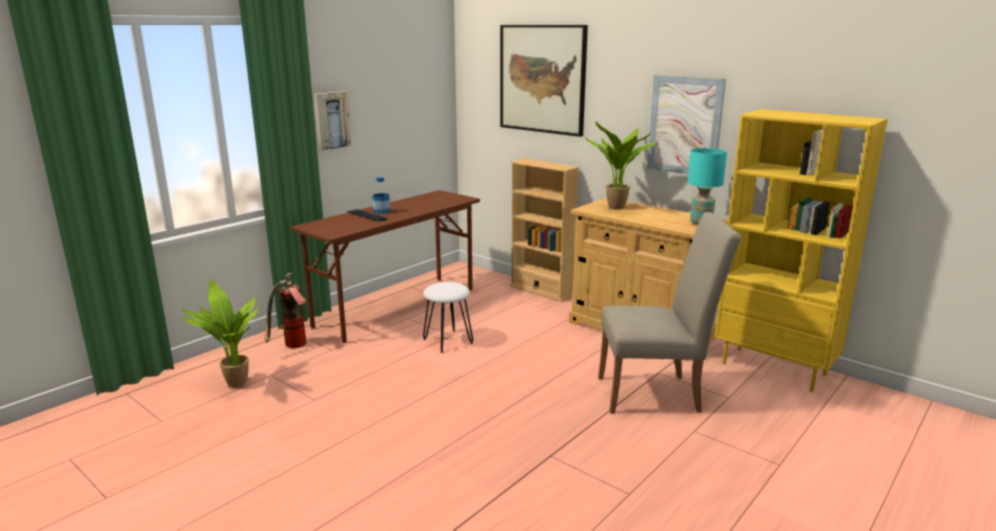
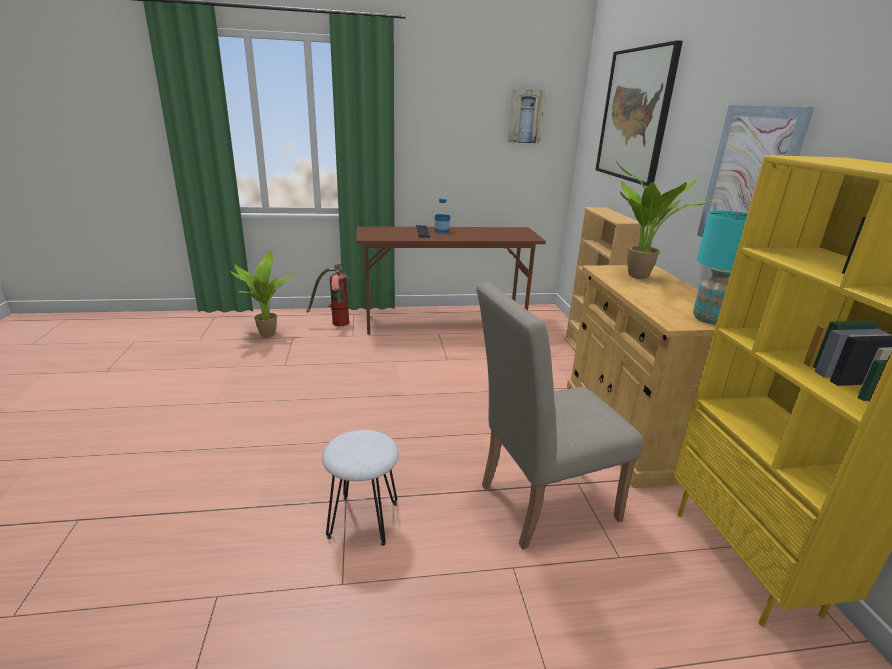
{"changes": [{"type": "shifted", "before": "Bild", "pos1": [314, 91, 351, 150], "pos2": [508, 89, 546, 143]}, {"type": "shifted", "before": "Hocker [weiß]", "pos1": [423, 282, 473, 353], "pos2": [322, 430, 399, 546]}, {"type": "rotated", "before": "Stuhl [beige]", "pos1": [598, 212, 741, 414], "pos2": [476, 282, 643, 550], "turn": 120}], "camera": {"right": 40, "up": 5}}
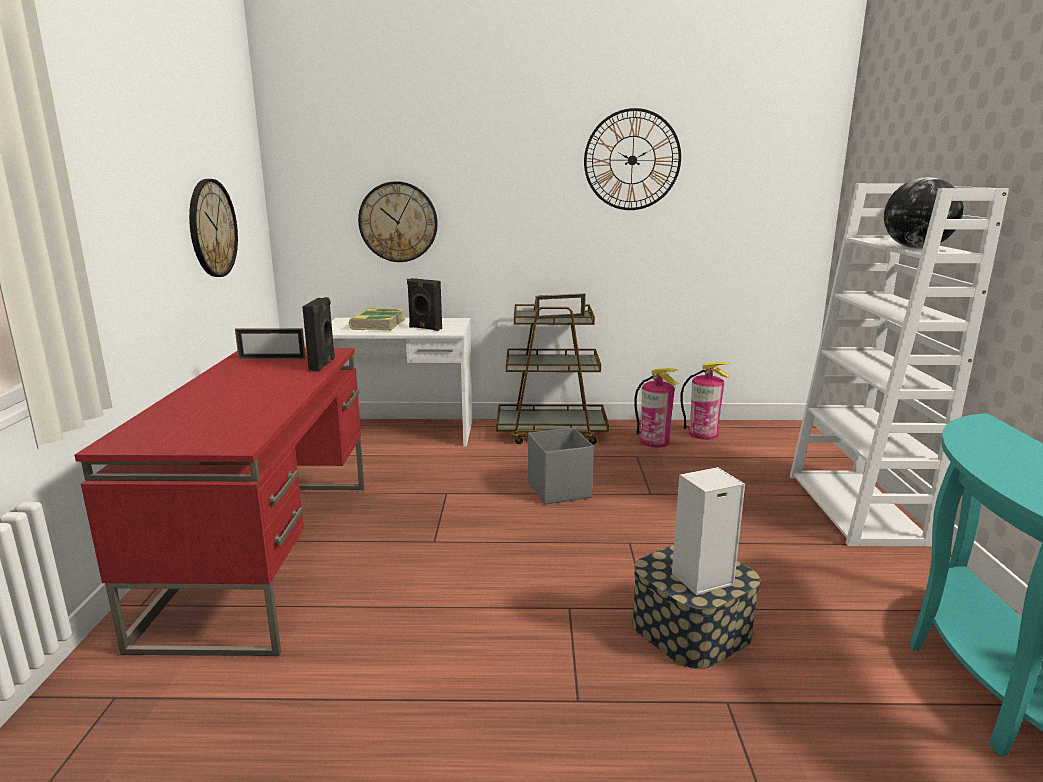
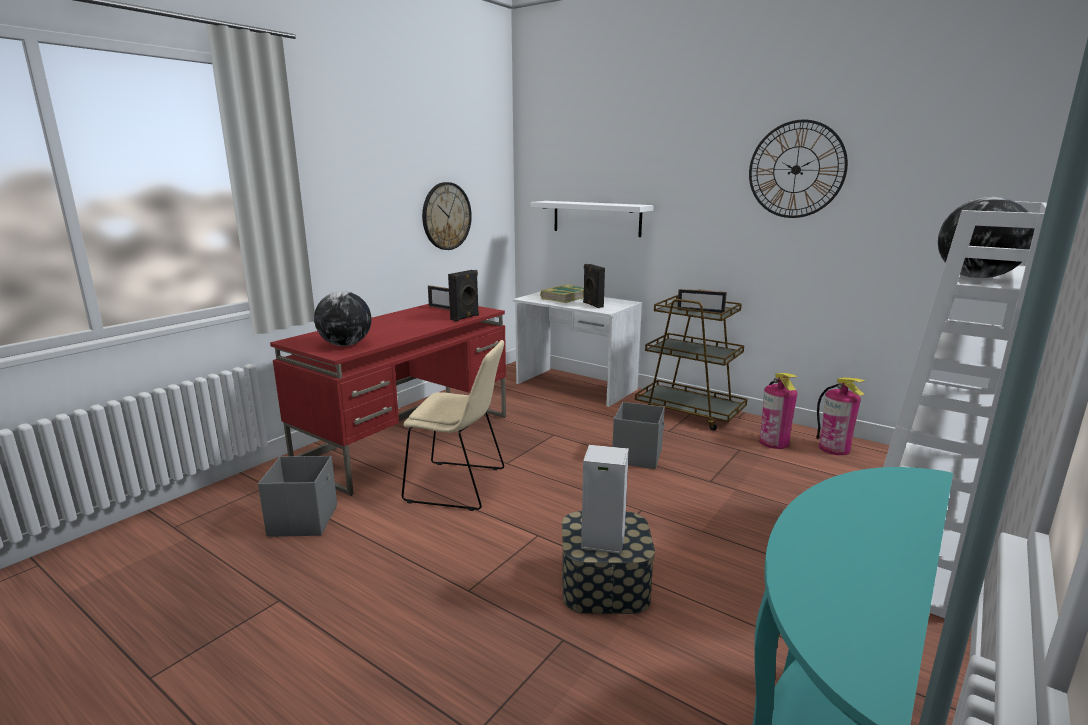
{"changes": [{"type": "swapped", "before": "Wanduhr", "after": "Wandregal [weiß]", "pos1": [358, 181, 438, 262], "pos2": [531, 201, 654, 237]}, {"type": "new", "after": "Aufbewahrungsbox [grau]", "pos2": [258, 456, 337, 537]}, {"type": "new", "after": "Globus", "pos2": [314, 291, 371, 346]}, {"type": "new", "after": "Stuhl [beige]", "pos2": [402, 340, 504, 511]}], "camera": {"right": 35, "up": 0}}
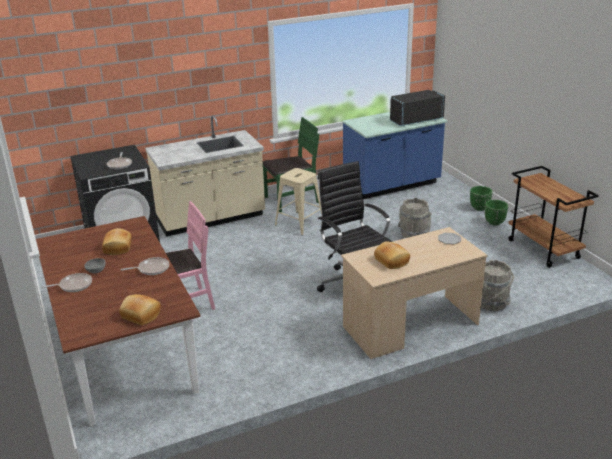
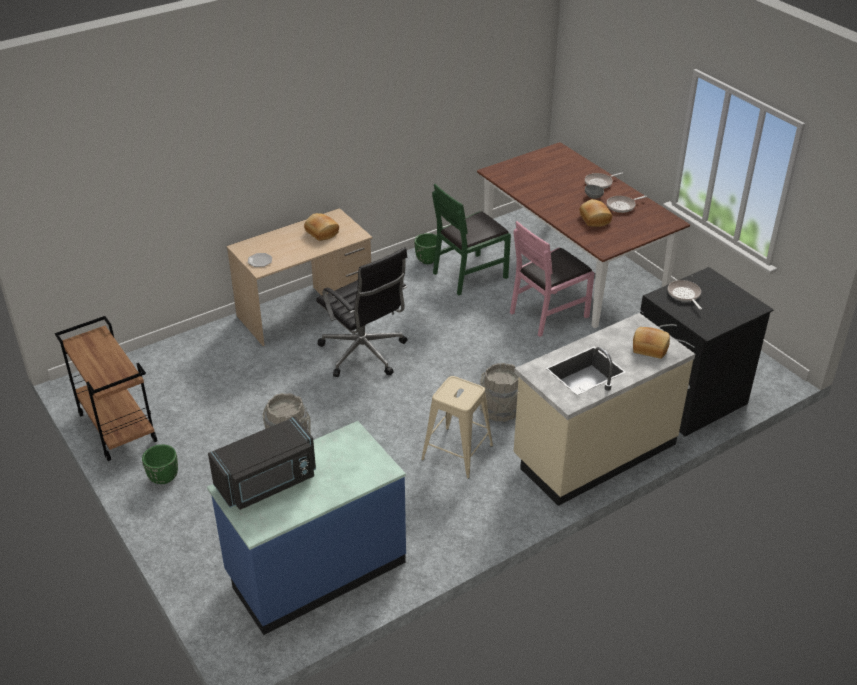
{"changes": [{"type": "shifted", "before": "Brot", "pos1": [119, 294, 161, 325], "pos2": [633, 327, 670, 359]}, {"type": "shifted", "before": "Pfanne", "pos1": [121, 257, 169, 275], "pos2": [607, 196, 647, 213]}, {"type": "shifted", "before": "Stuhl [grün]", "pos1": [262, 117, 319, 212], "pos2": [432, 184, 511, 295]}, {"type": "shifted", "before": "Pflanzkübel [grün]", "pos1": [470, 186, 492, 211], "pos2": [414, 233, 437, 264]}, {"type": "shifted", "before": "Eimer [grau]", "pos1": [481, 260, 514, 311], "pos2": [480, 363, 519, 422]}], "camera": {"right": 170, "up": 10}}
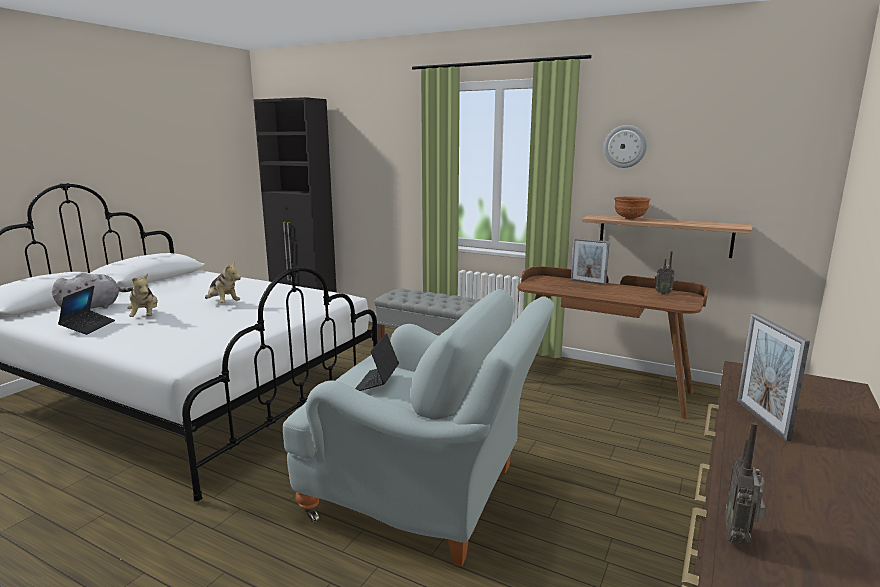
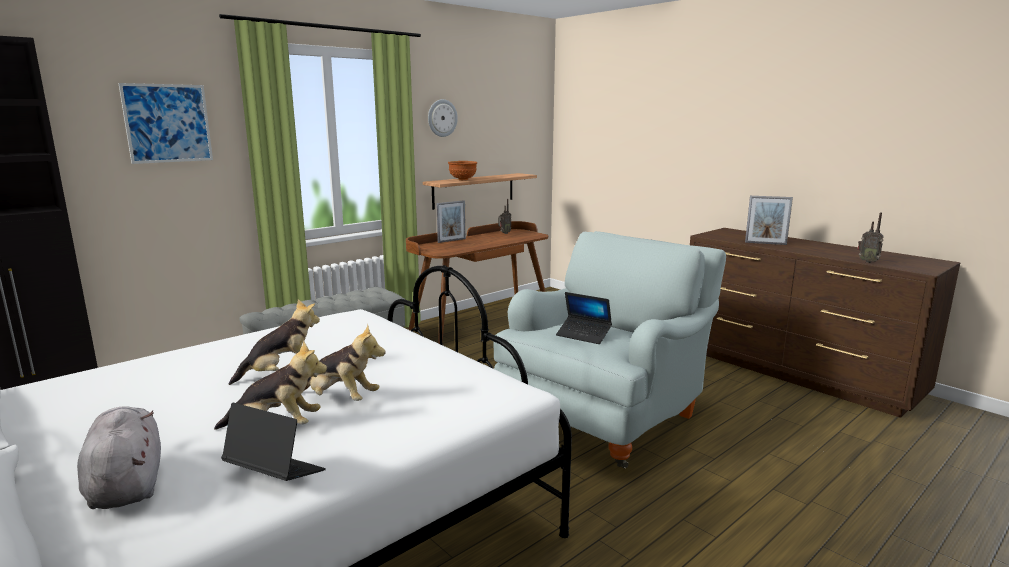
{"changes": [{"type": "new", "after": "Bild", "pos2": [118, 83, 213, 164]}, {"type": "new", "after": "Plüschtier", "pos2": [304, 324, 386, 401]}], "camera": {"right": -70, "up": 0}}
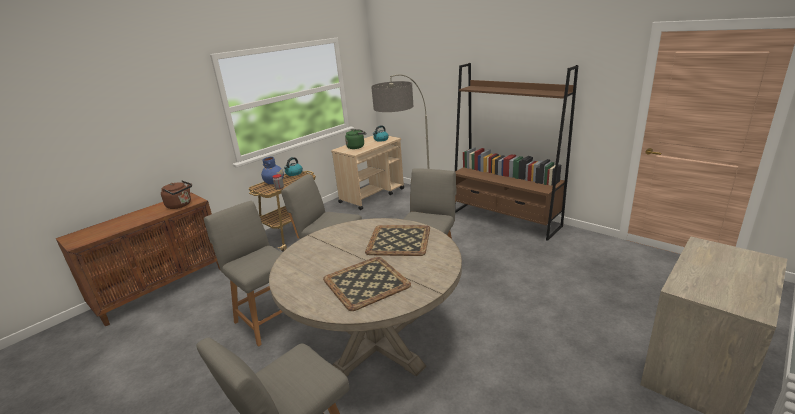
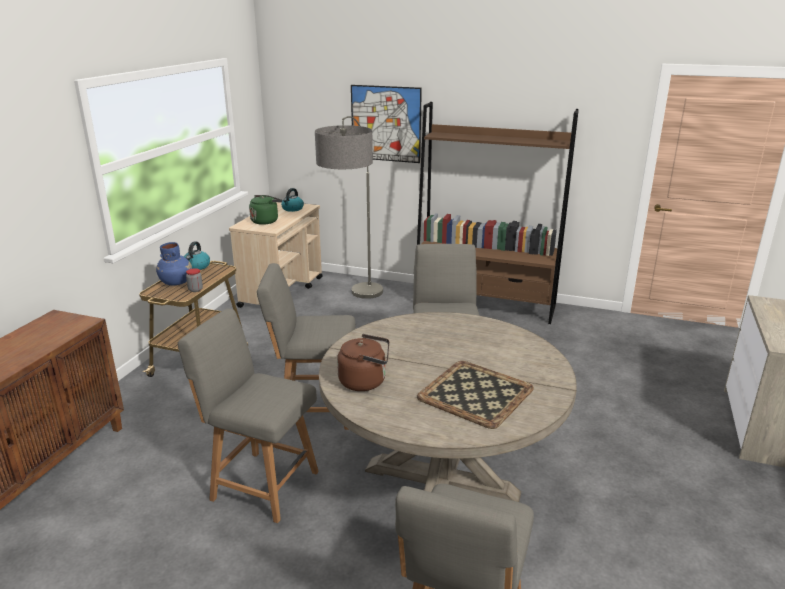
{"changes": [{"type": "shifted", "before": "Wasserkessel [braun]", "pos1": [161, 180, 192, 209], "pos2": [337, 334, 389, 391]}, {"type": "gone", "before": "Tablett", "pos1": [365, 225, 430, 256]}, {"type": "new", "after": "Bild", "pos2": [351, 85, 422, 163]}], "camera": {"right": -25, "up": 0}}
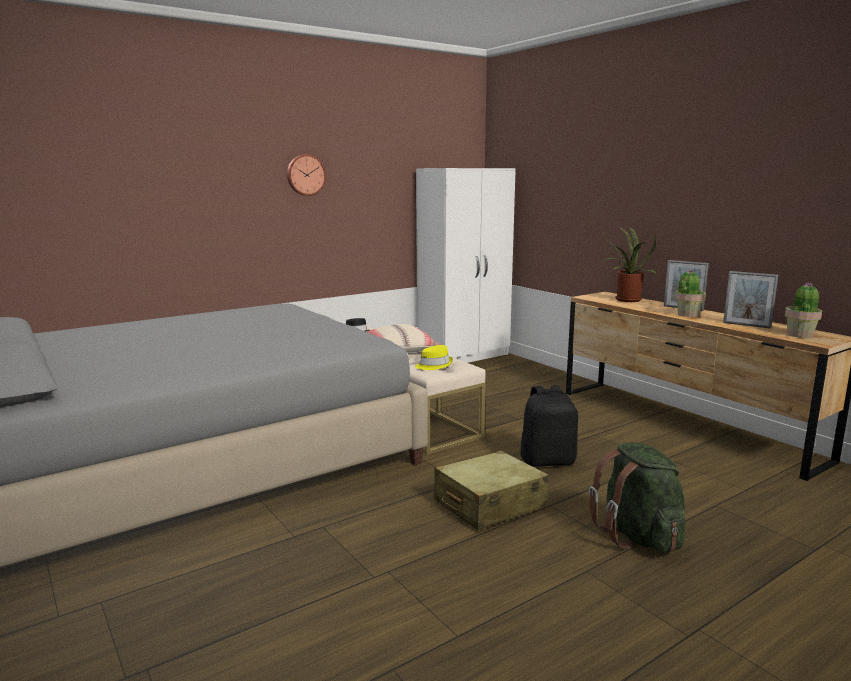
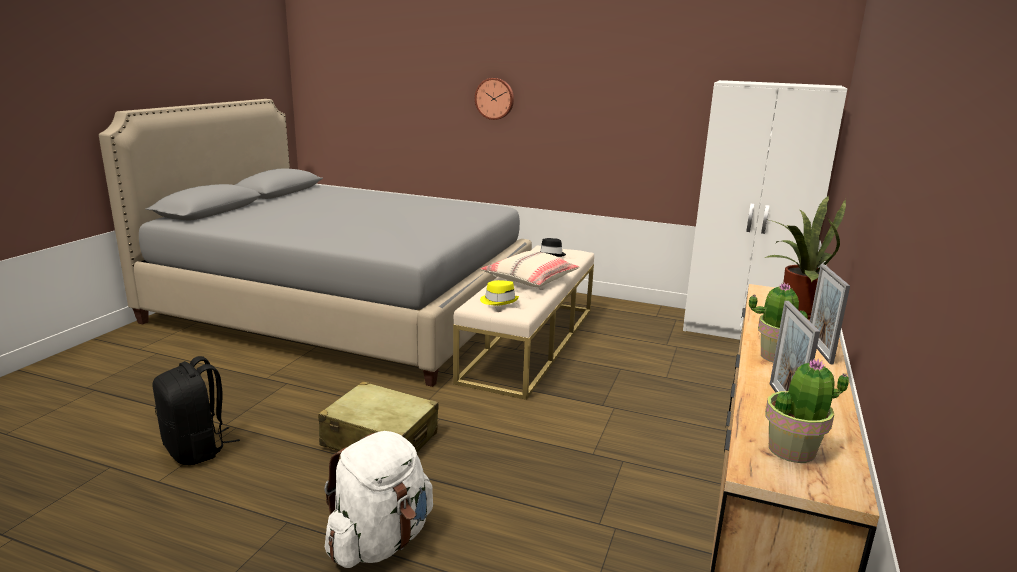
{"changes": [{"type": "shifted", "before": "Wanduhr", "pos1": [287, 154, 326, 196], "pos2": [475, 78, 514, 120]}, {"type": "shifted", "before": "Rucksack [schwarz]", "pos1": [520, 385, 578, 467], "pos2": [152, 356, 240, 465]}, {"type": "repainted", "before": "Rucksack [grün]", "after": "Rucksack [weiß]", "pos1": [589, 442, 686, 552], "pos2": [324, 431, 433, 568]}], "camera": {"right": 55, "up": 5}}
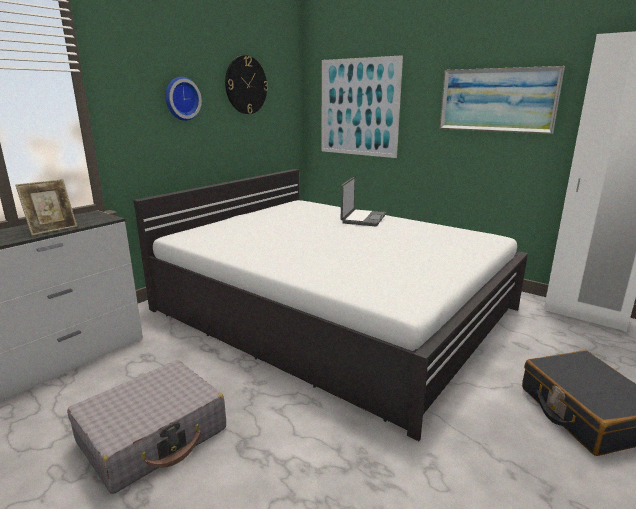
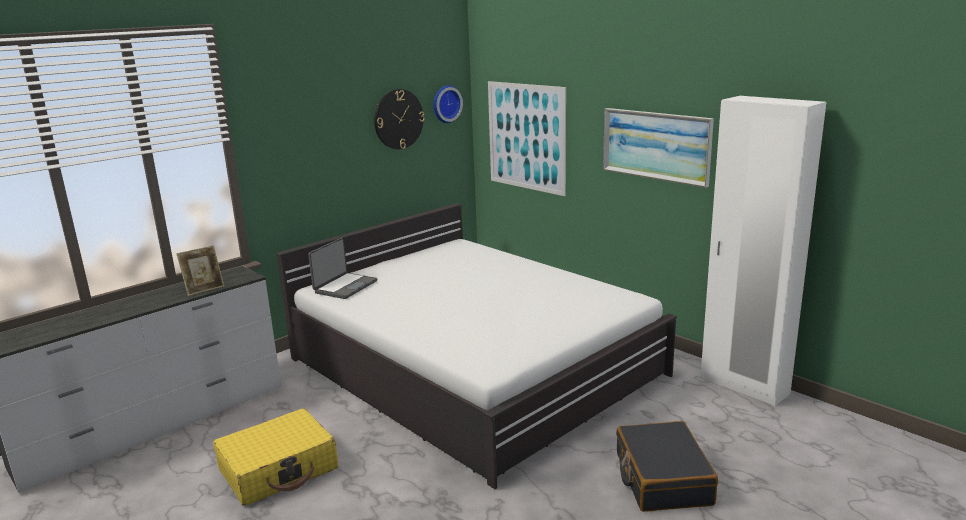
{"changes": [{"type": "repainted", "before": "Koffer [grau]", "after": "Koffer [gelb]", "pos1": [67, 360, 226, 494], "pos2": [213, 409, 338, 506]}, {"type": "shifted", "before": "Wanduhr", "pos1": [165, 77, 202, 121], "pos2": [433, 85, 463, 123]}, {"type": "shifted", "before": "Laptop", "pos1": [341, 177, 386, 226], "pos2": [308, 238, 377, 299]}], "camera": {"right": 10, "up": 0}}
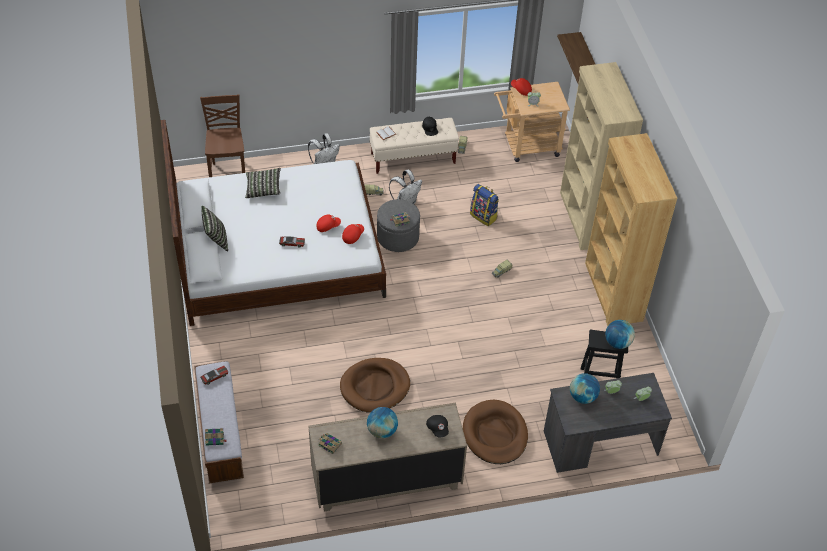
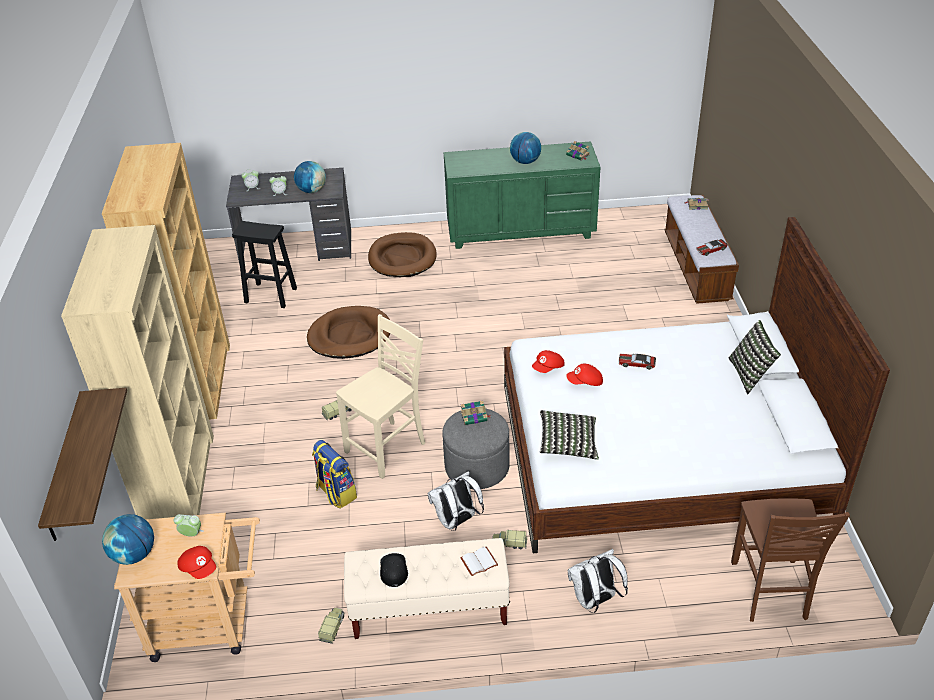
{"changes": [{"type": "shifted", "before": "Kissen", "pos1": [245, 168, 281, 198], "pos2": [540, 410, 599, 460]}, {"type": "repainted", "before": "Kommode [beige]", "after": "Kommode [grün]", "pos1": [308, 403, 467, 512], "pos2": [444, 141, 600, 249]}, {"type": "shifted", "before": "Hundebett [braun]", "pos1": [340, 358, 410, 413], "pos2": [307, 306, 390, 359]}, {"type": "gone", "before": "Kappe [schwarz]", "pos1": [426, 415, 449, 437]}, {"type": "shifted", "before": "Globus", "pos1": [605, 320, 635, 349], "pos2": [102, 514, 154, 565]}, {"type": "new", "after": "Stuhl [beige]", "pos2": [336, 314, 425, 479]}], "camera": {"right": -170, "up": -10}}
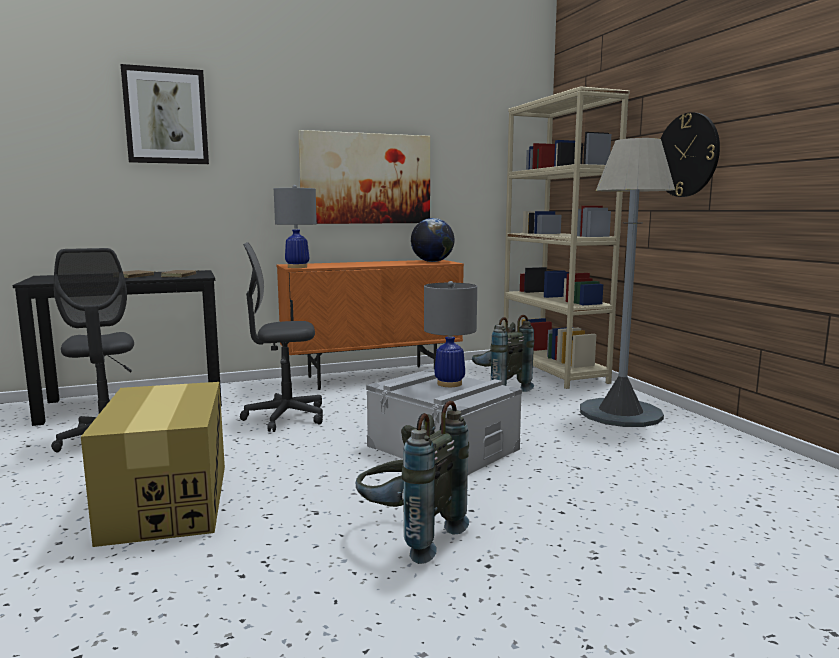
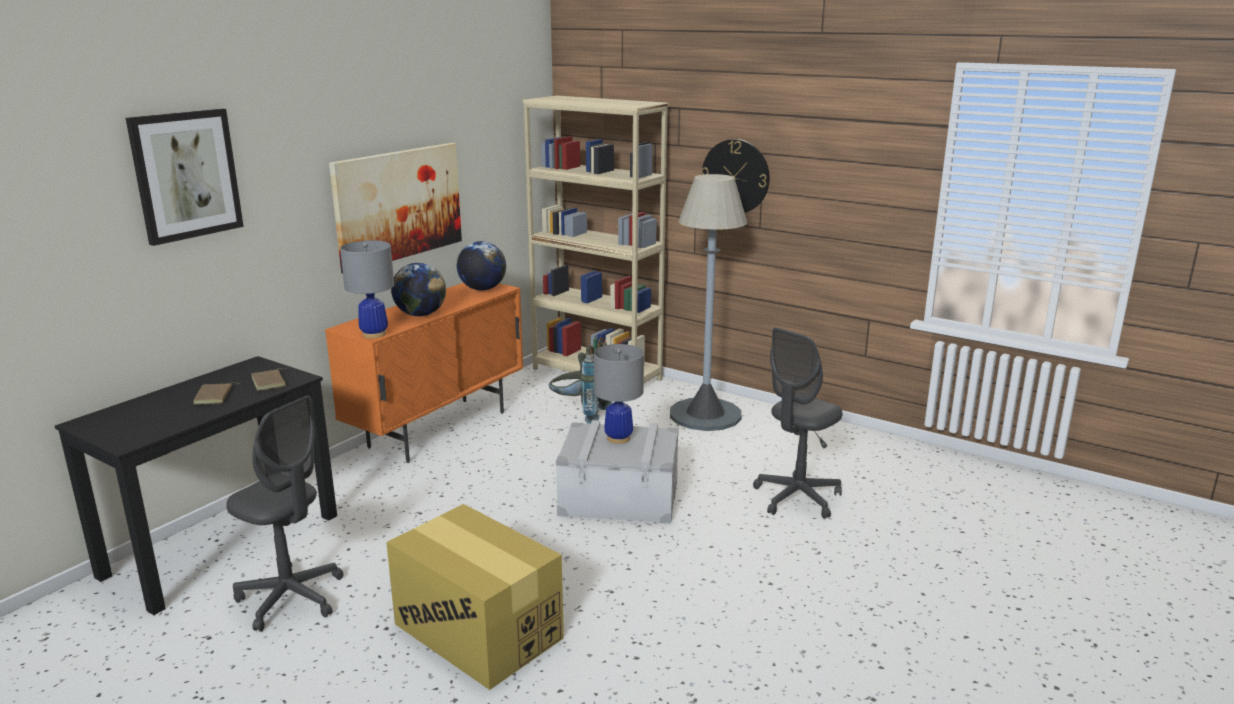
{"changes": [{"type": "shifted", "before": "Bürostuhl [grau]", "pos1": [240, 242, 323, 432], "pos2": [753, 327, 842, 519]}, {"type": "gone", "before": "Rucksack [grau]", "pos1": [356, 400, 469, 564]}, {"type": "new", "after": "Globus", "pos2": [391, 263, 446, 316]}], "camera": {"right": -35, "up": 10}}
